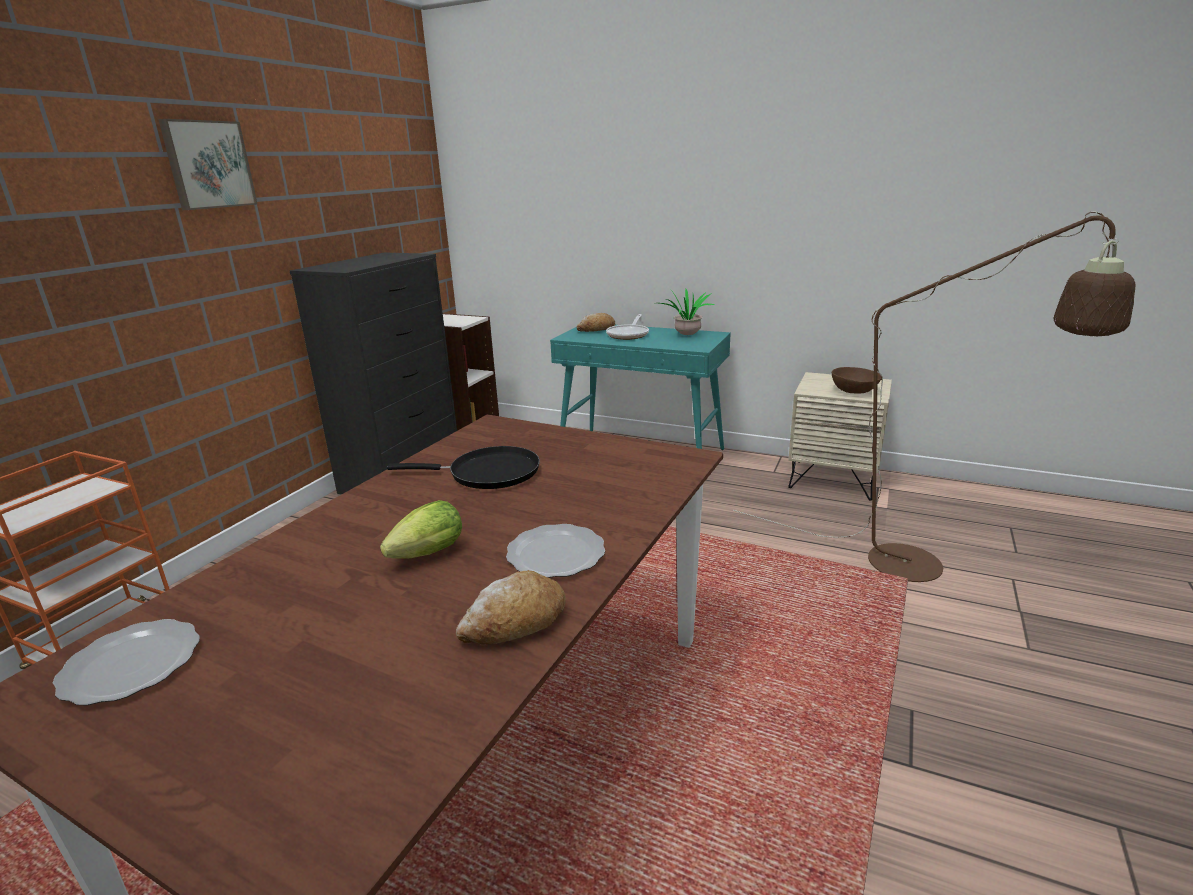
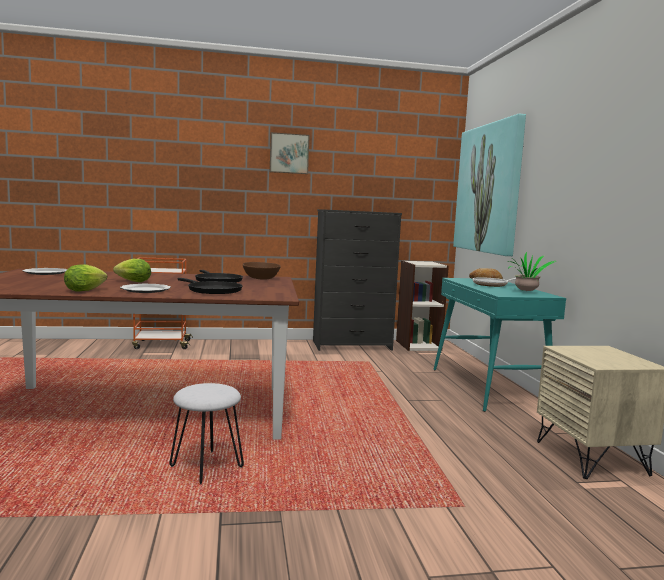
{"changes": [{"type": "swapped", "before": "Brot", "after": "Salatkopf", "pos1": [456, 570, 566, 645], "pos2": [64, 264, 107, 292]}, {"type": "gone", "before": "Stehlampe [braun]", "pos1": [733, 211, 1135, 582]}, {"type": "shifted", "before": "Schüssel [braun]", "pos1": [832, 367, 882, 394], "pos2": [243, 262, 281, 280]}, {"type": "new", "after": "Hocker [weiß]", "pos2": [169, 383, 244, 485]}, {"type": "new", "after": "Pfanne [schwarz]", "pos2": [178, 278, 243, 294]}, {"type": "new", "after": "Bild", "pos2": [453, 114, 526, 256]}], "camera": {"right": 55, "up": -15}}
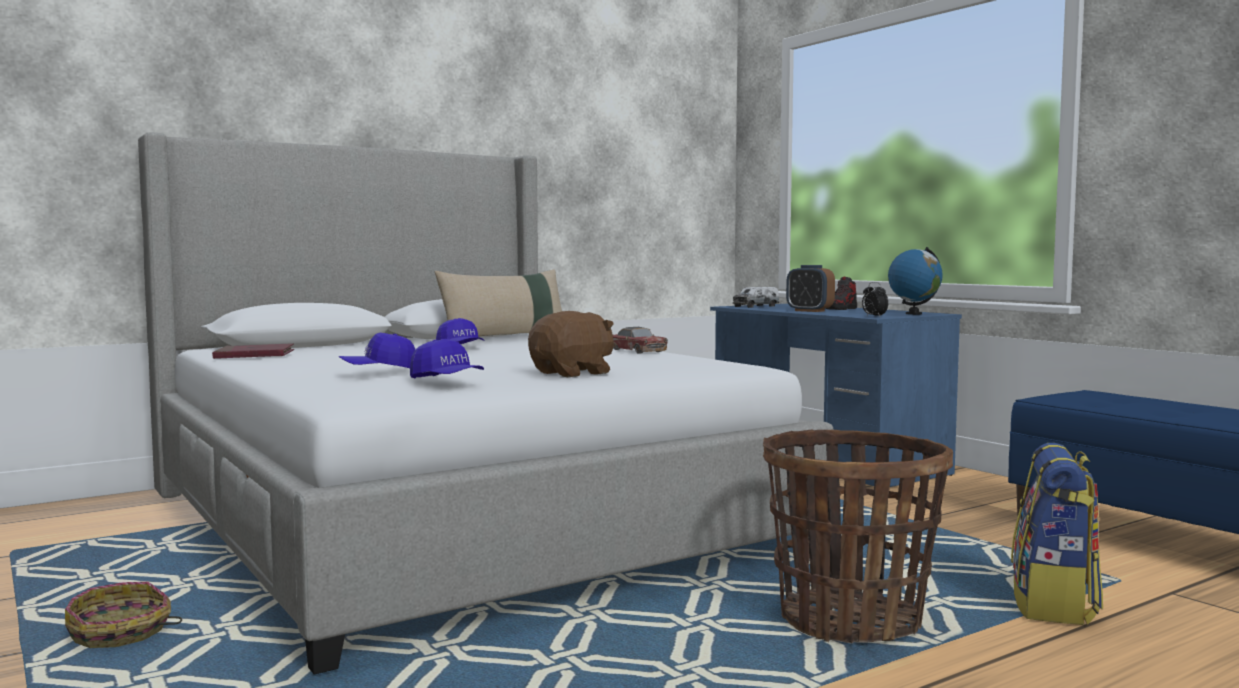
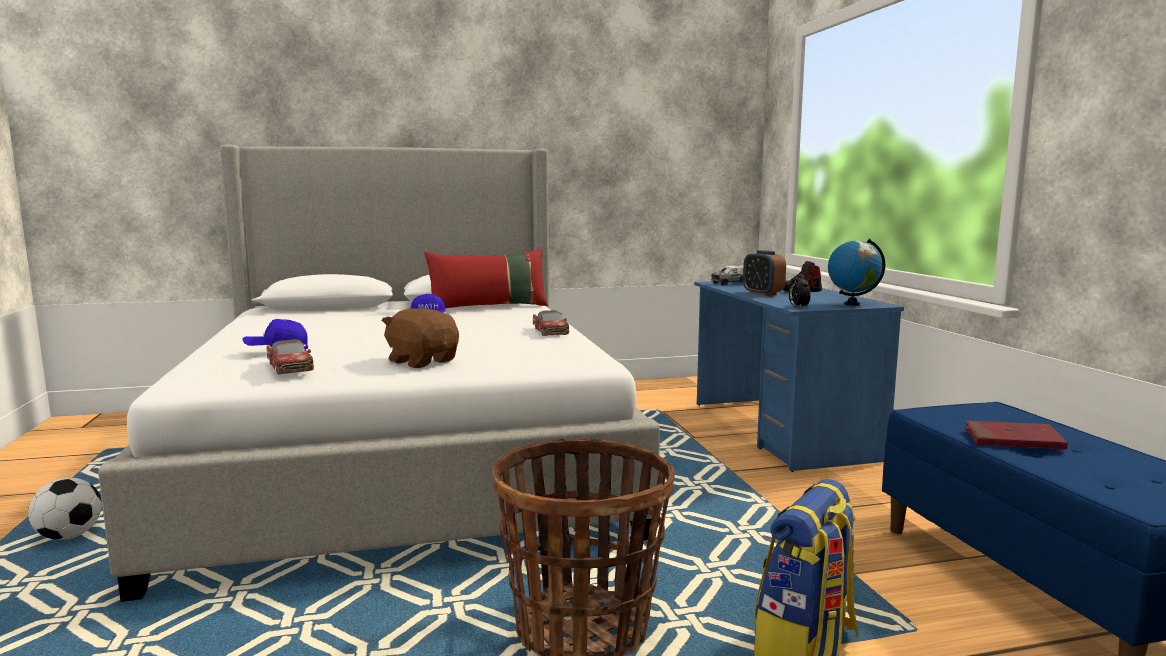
{"changes": [{"type": "swapped", "before": "Korb", "after": "Fußball", "pos1": [65, 582, 182, 648], "pos2": [28, 478, 102, 540]}, {"type": "shifted", "before": "Buch [rot]", "pos1": [212, 343, 294, 359], "pos2": [964, 421, 1068, 450]}, {"type": "swapped", "before": "Kappe [blau]", "after": "Spielzeugauto", "pos1": [410, 339, 484, 378], "pos2": [267, 339, 314, 375]}, {"type": "repainted", "before": "Kissen [beige]", "after": "Kissen [rot]", "pos1": [435, 269, 562, 336], "pos2": [424, 249, 548, 308]}, {"type": "rotated", "before": "Plüschtier [braun]", "pos1": [528, 311, 614, 377], "pos2": [381, 308, 459, 368], "turn": -120}], "camera": {"right": 20, "up": 5}}
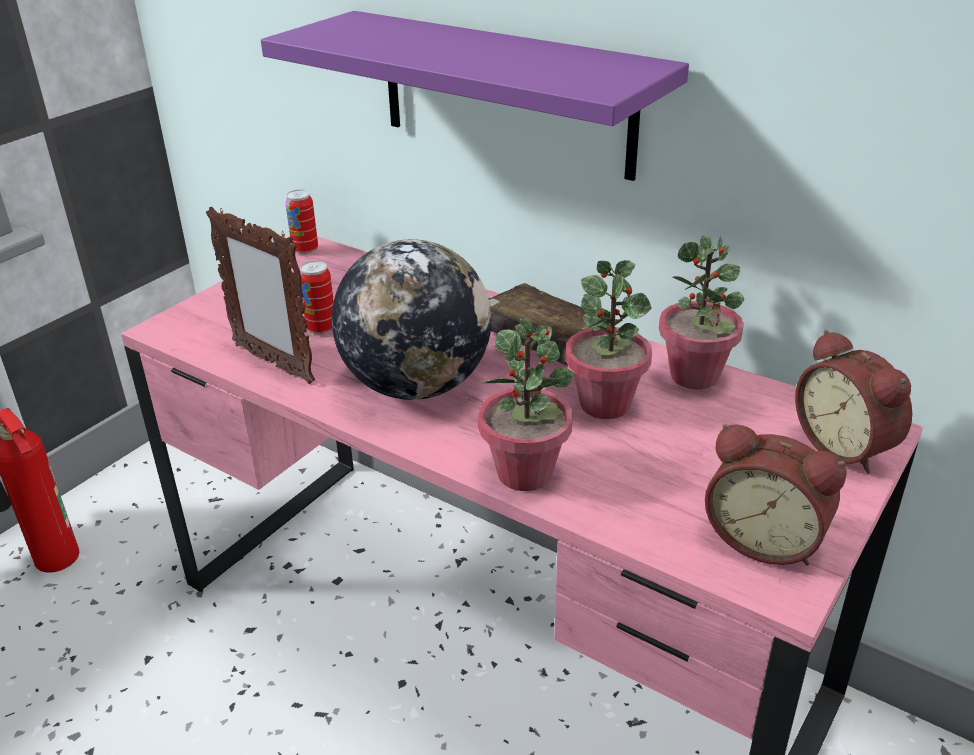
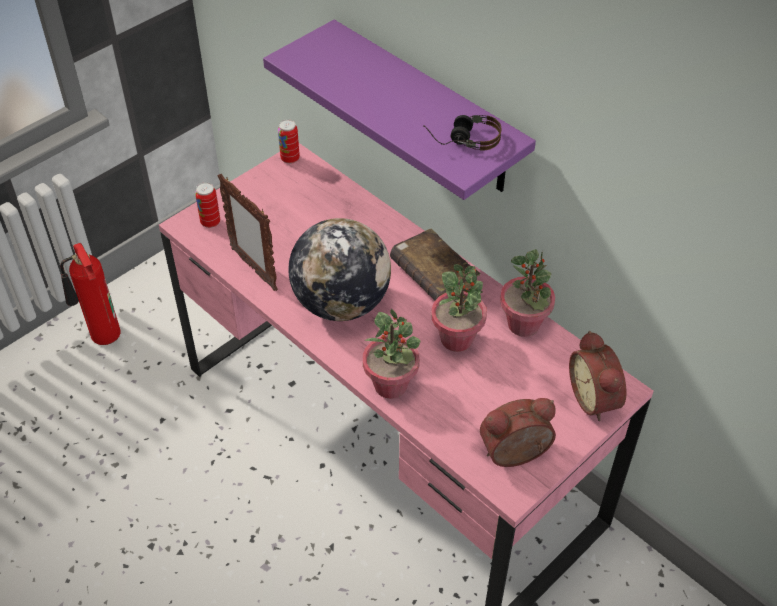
{"changes": [{"type": "shifted", "before": "Dose", "pos1": [300, 261, 334, 335], "pos2": [195, 182, 220, 228]}, {"type": "rotated", "before": "Wecker", "pos1": [705, 424, 847, 566], "pos2": [480, 398, 556, 467], "turn": 120}, {"type": "new", "after": "Kopfhörer", "pos2": [423, 115, 502, 151]}], "camera": {"right": 10, "up": 15}}
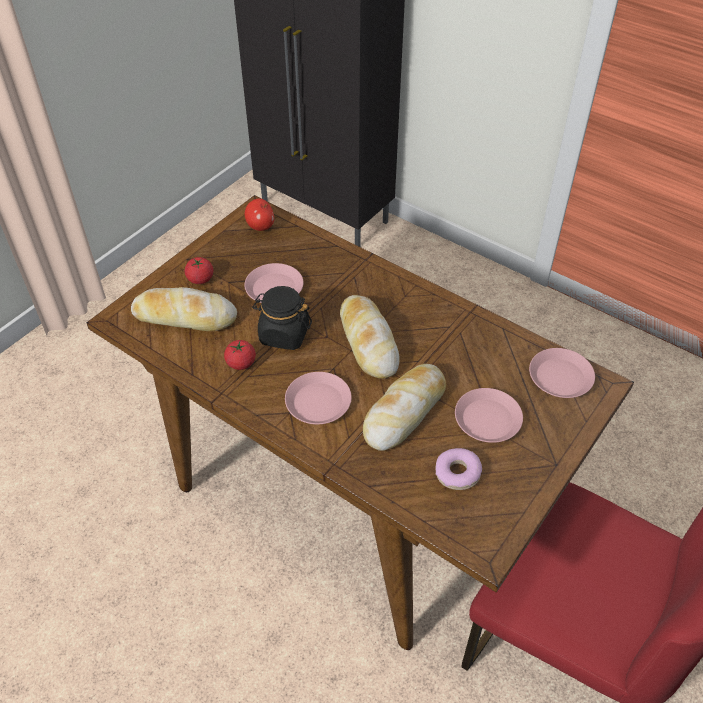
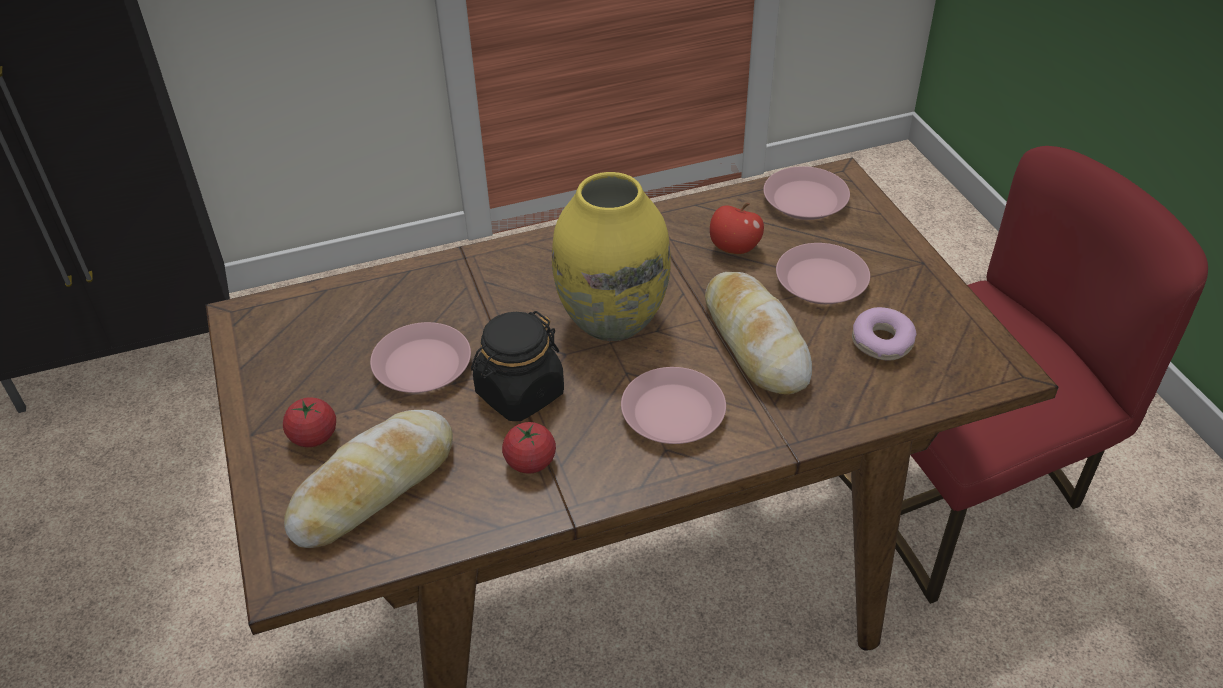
{"changes": [{"type": "shifted", "before": "Apfel", "pos1": [245, 198, 274, 231], "pos2": [710, 203, 764, 254]}, {"type": "swapped", "before": "Brot", "after": "Vase [gelb]", "pos1": [340, 295, 400, 379], "pos2": [552, 172, 671, 341]}], "camera": {"right": -55, "up": -5}}
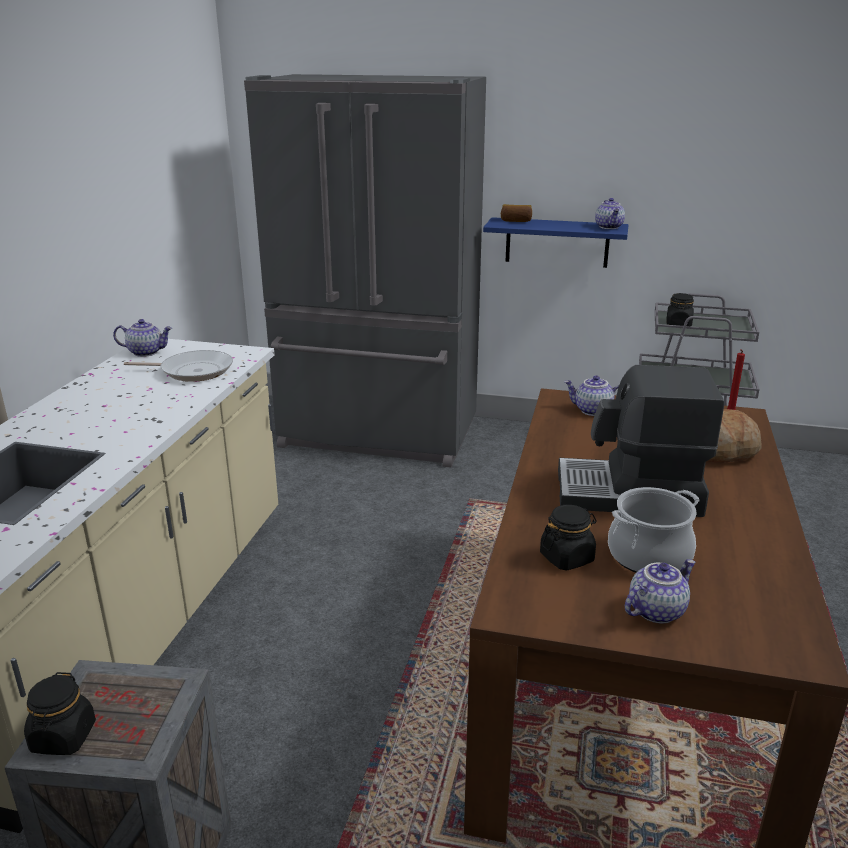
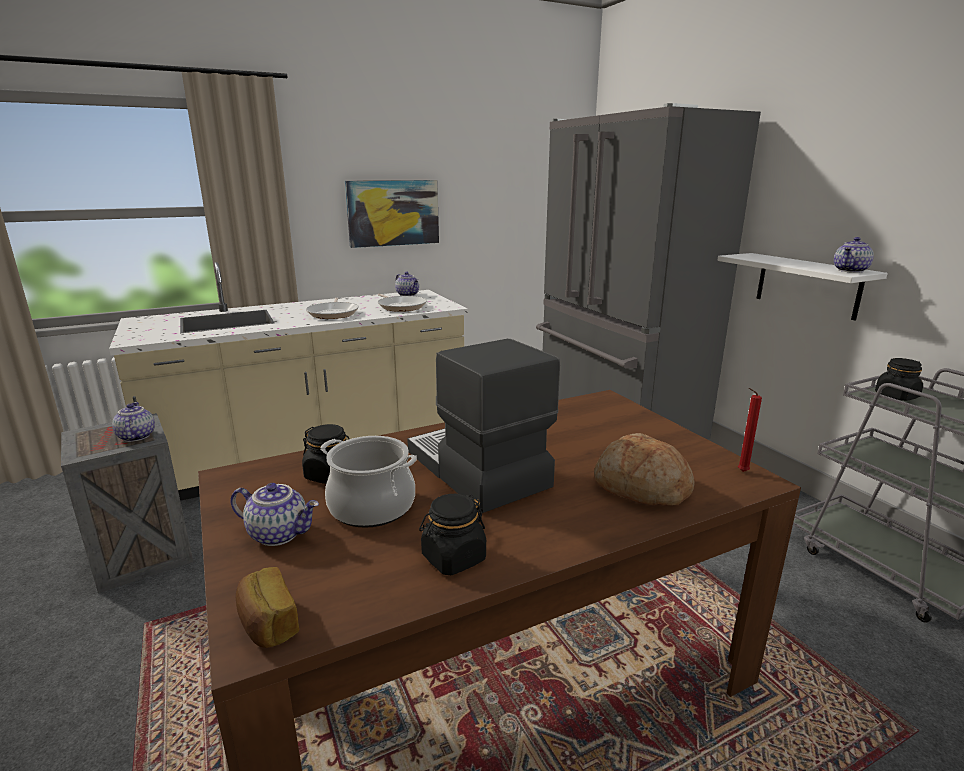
{"changes": [{"type": "shifted", "before": "Vorratsglas [schwarz]", "pos1": [24, 672, 96, 755], "pos2": [419, 494, 486, 575]}, {"type": "repainted", "before": "Wandregal [blau]", "after": "Wandregal [weiß]", "pos1": [483, 217, 628, 268], "pos2": [717, 253, 888, 320]}, {"type": "shifted", "before": "Brot", "pos1": [501, 204, 532, 222], "pos2": [236, 567, 299, 648]}, {"type": "shifted", "before": "Teekanne", "pos1": [564, 376, 619, 416], "pos2": [112, 402, 155, 442]}, {"type": "new", "after": "Pfanne", "pos2": [306, 298, 359, 319]}, {"type": "new", "after": "Bild", "pos2": [345, 180, 439, 248]}], "camera": {"right": 50, "up": -5}}
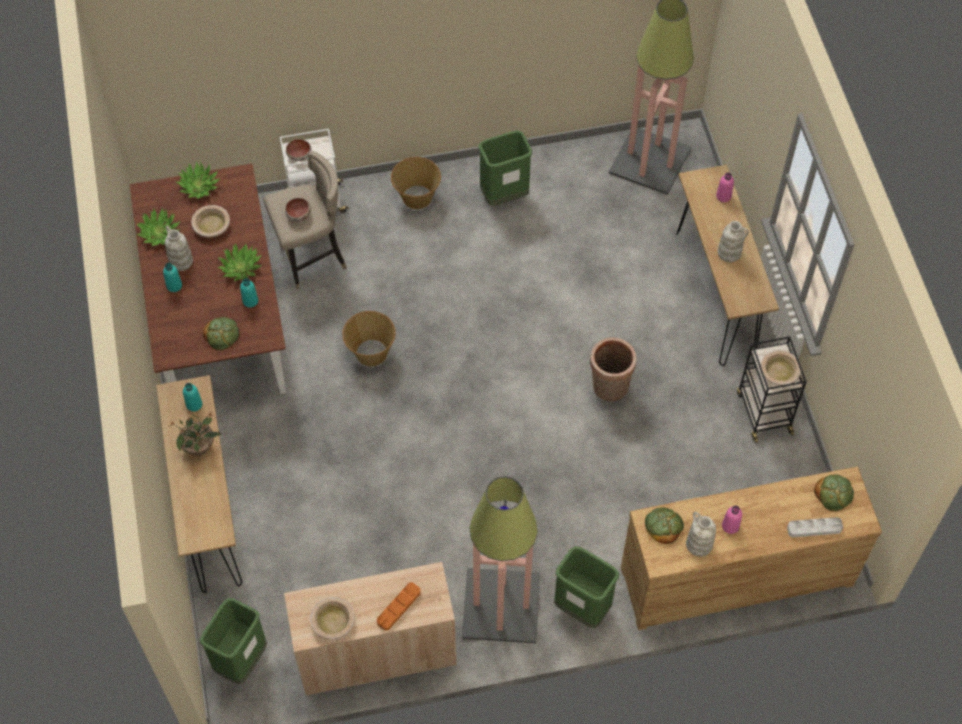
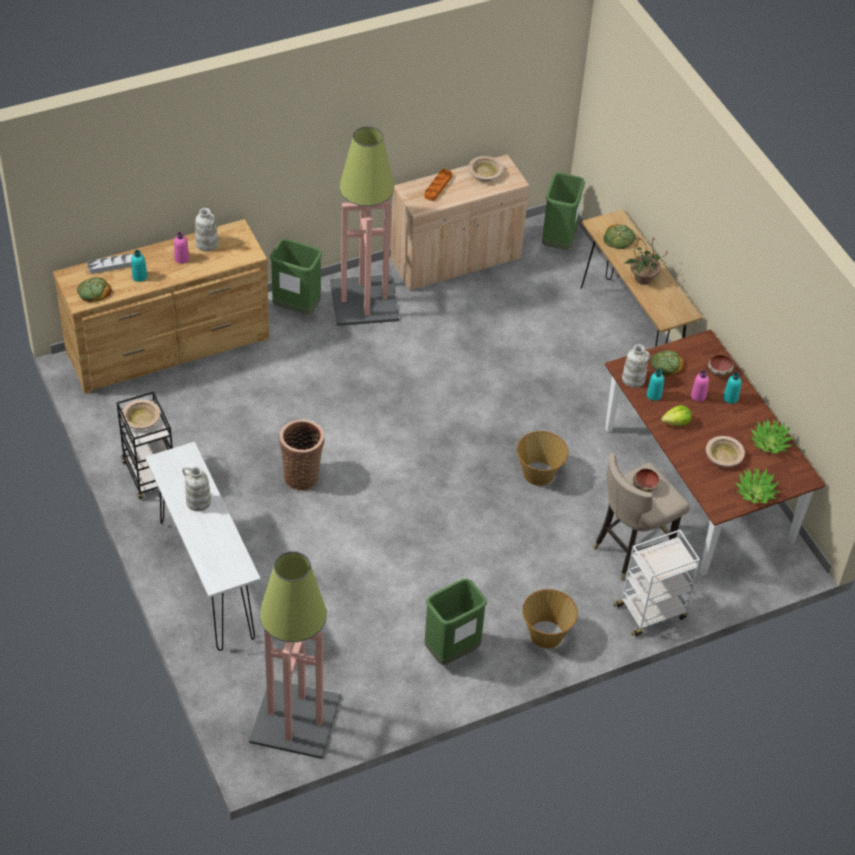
{"changes": [{"type": "shifted", "before": "Vase [weiß]", "pos1": [165, 226, 193, 271], "pos2": [622, 344, 650, 388]}, {"type": "shifted", "before": "Flasche [türkis]", "pos1": [183, 383, 202, 412], "pos2": [131, 250, 147, 282]}, {"type": "swapped", "before": "Topfpflanze", "after": "Salatkopf", "pos1": [217, 244, 262, 281], "pos2": [661, 405, 692, 426]}, {"type": "shifted", "before": "Schüssel", "pos1": [286, 139, 311, 161], "pos2": [708, 355, 734, 376]}, {"type": "shifted", "before": "Brot", "pos1": [645, 508, 684, 544], "pos2": [604, 224, 636, 249]}, {"type": "repainted", "before": "Konsolentisch [braun]", "after": "Konsolentisch [weiß]", "pos1": [676, 165, 779, 366], "pos2": [145, 442, 261, 651]}, {"type": "shifted", "before": "Flasche [rosa]", "pos1": [716, 172, 734, 202], "pos2": [691, 370, 709, 402]}], "camera": {"right": 165, "up": -10}}
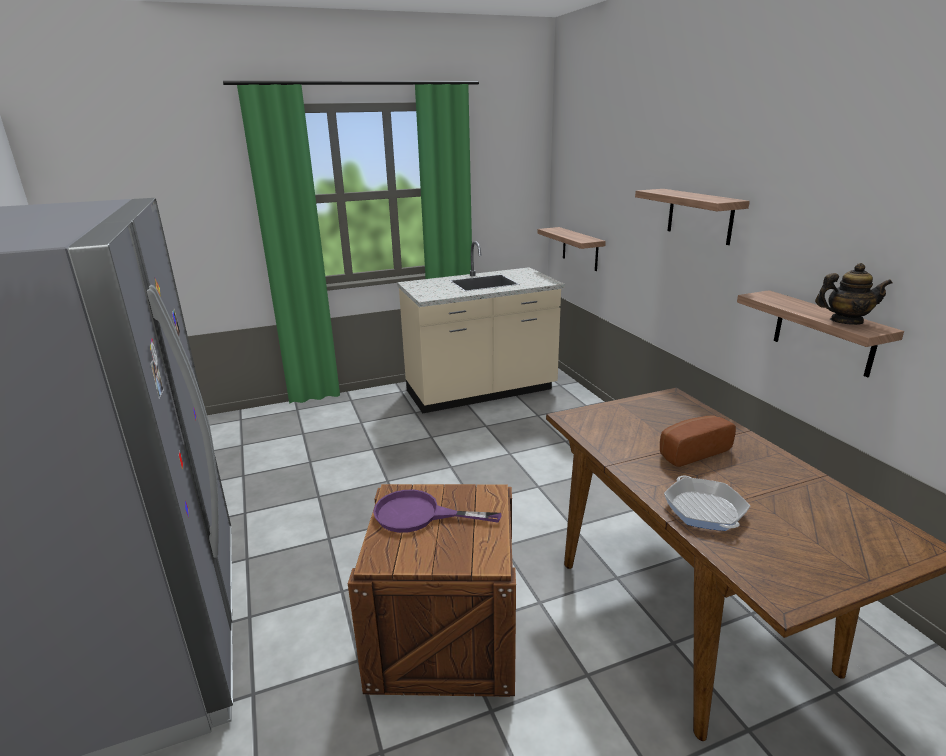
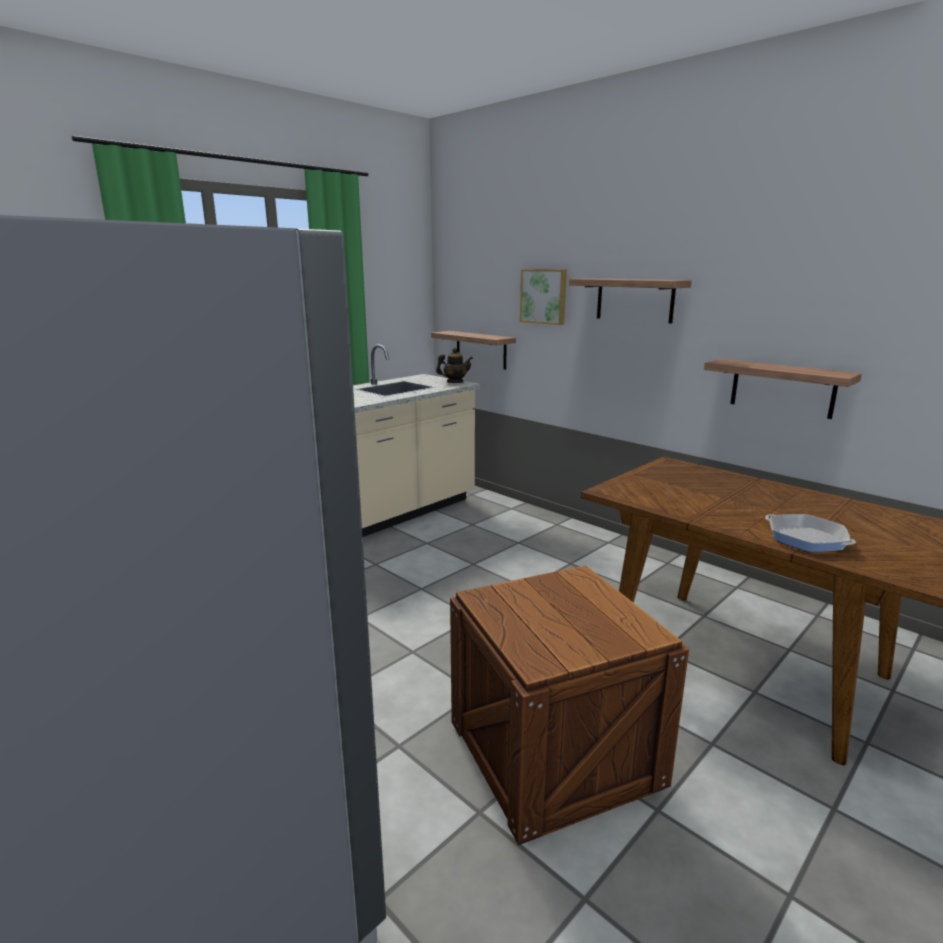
{"changes": [{"type": "gone", "before": "Pfanne [lila]", "pos1": [373, 490, 501, 533]}, {"type": "gone", "before": "Brot", "pos1": [660, 416, 736, 467]}, {"type": "shifted", "before": "Teekanne", "pos1": [815, 263, 892, 325], "pos2": [436, 348, 473, 383]}, {"type": "new", "after": "Bild", "pos2": [520, 269, 567, 325]}], "camera": {"right": -25, "up": -5}}
